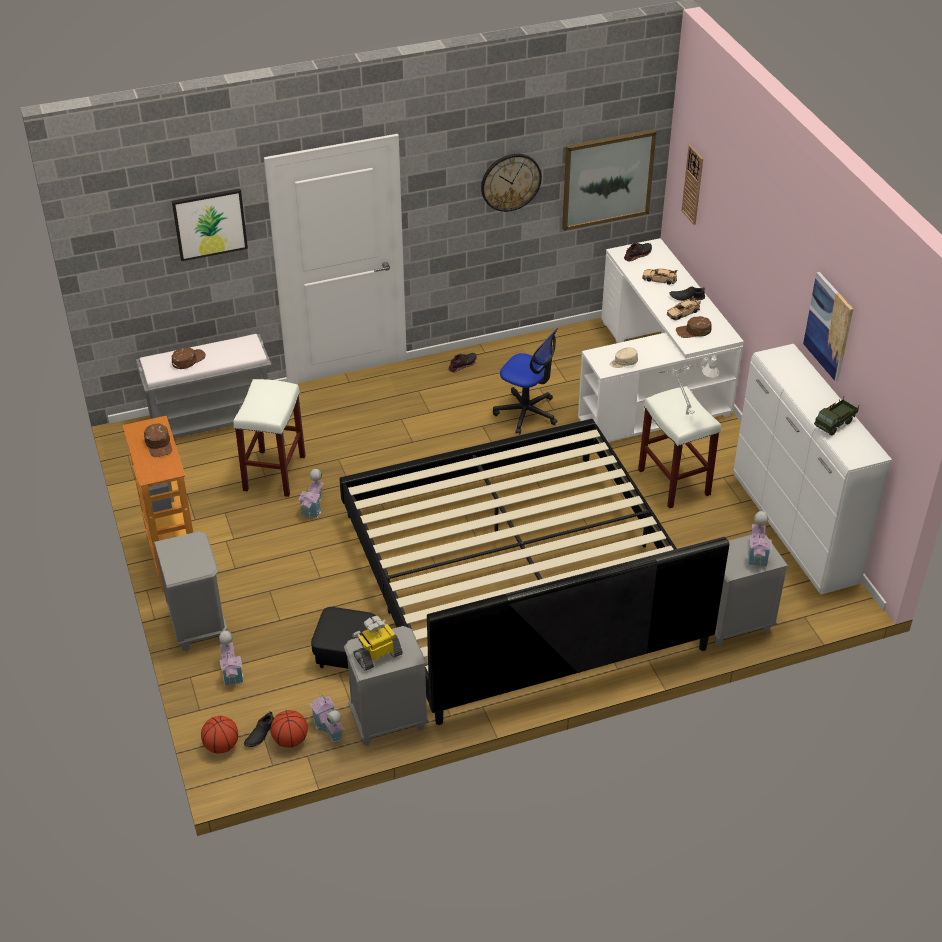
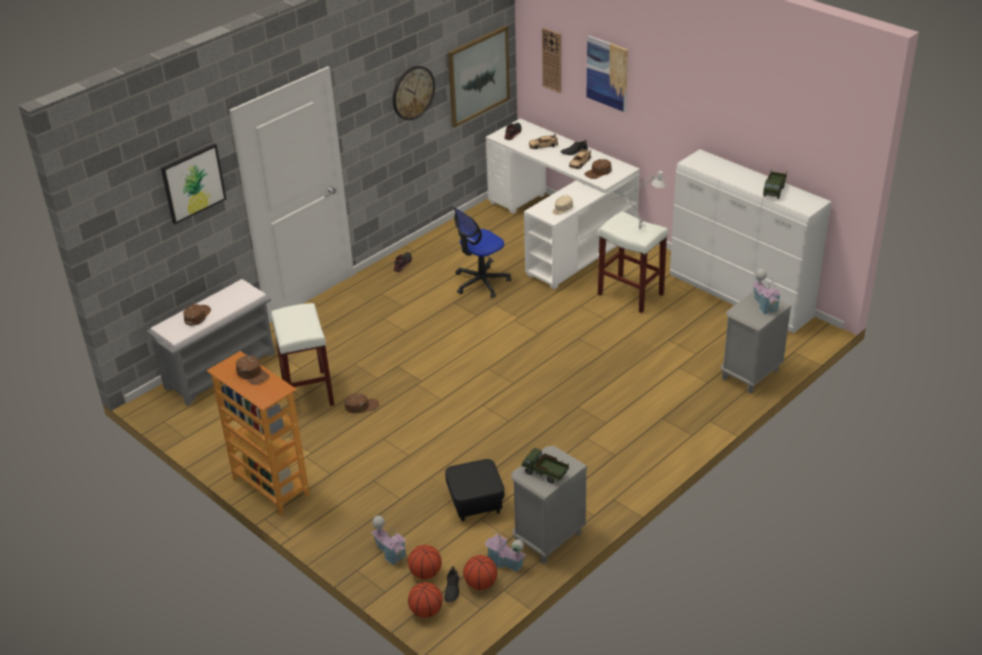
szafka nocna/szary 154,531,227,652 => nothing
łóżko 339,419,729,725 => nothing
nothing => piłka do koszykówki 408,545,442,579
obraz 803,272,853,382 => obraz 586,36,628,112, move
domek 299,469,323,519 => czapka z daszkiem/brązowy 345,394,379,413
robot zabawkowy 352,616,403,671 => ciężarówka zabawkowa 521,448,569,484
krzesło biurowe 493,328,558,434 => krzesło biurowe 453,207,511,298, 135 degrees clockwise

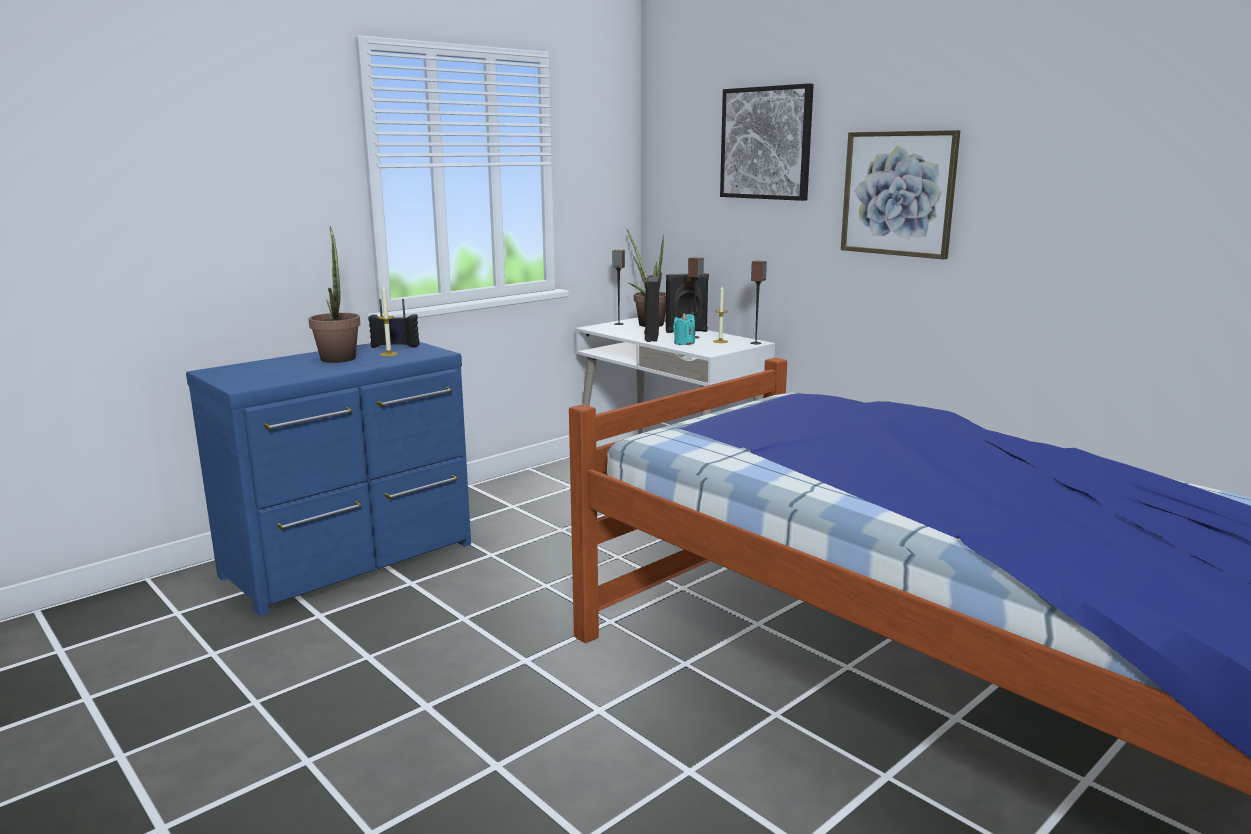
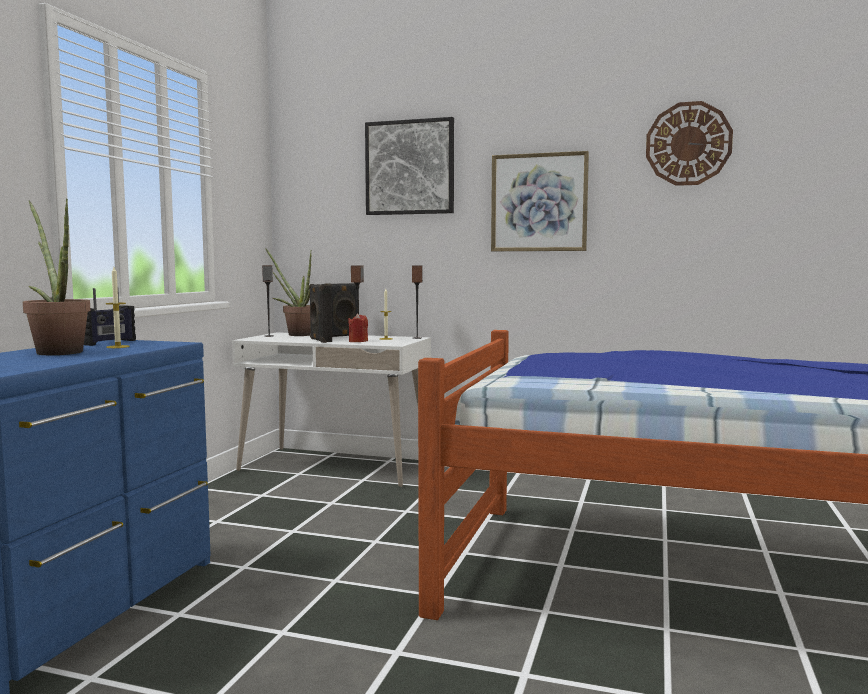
nothing => zegar ścienny 646,101,733,186
świeca/turkusowy 673,313,695,345 => świeca/czerwony 348,313,368,342
radio 368,299,419,348 => radio 84,288,136,346, 150 degrees clockwise

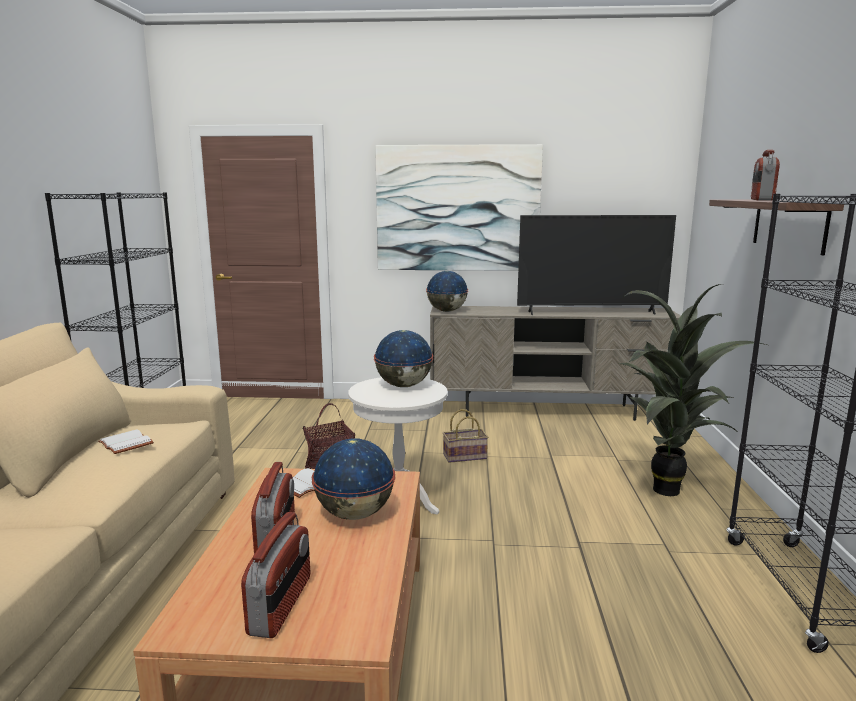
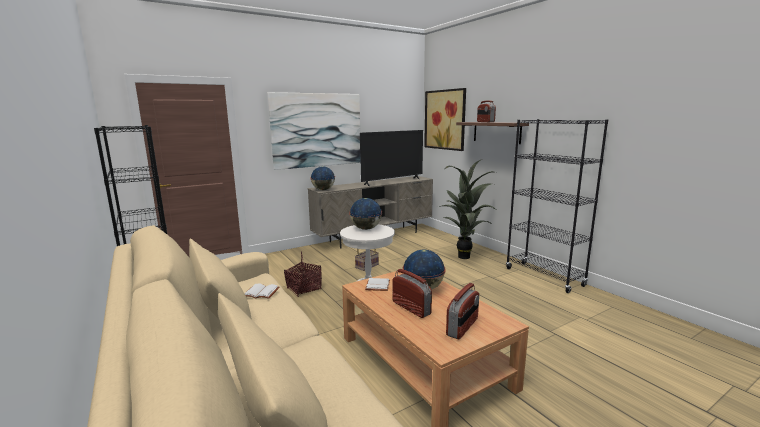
nothing => obraz 424,88,466,151
radio 241,512,310,638 => radio 446,283,479,339, 60 degrees clockwise

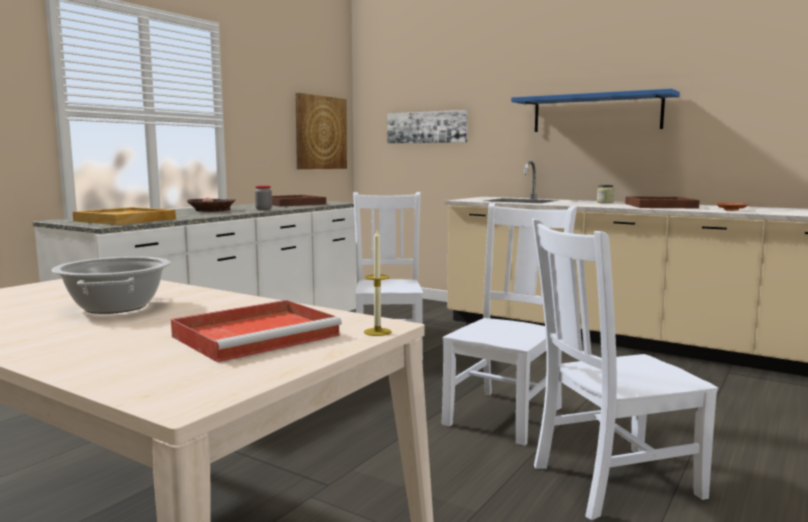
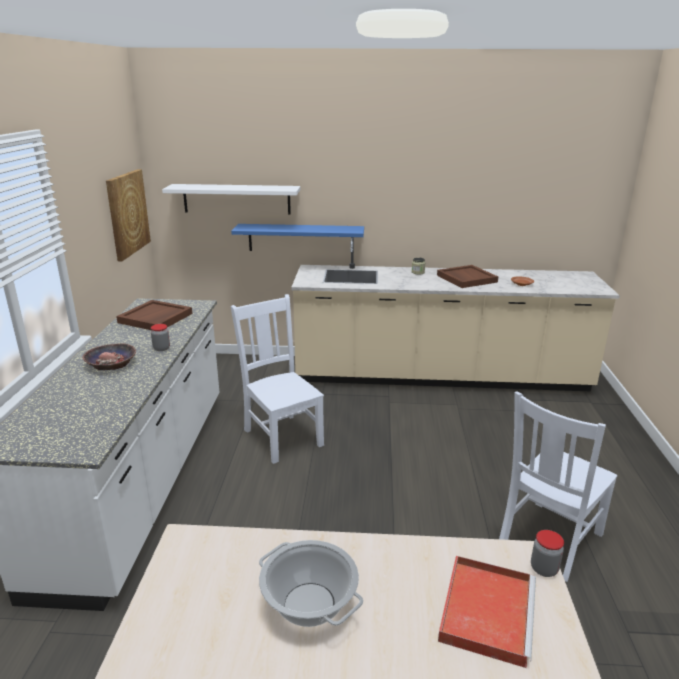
taca/beżowy 73,207,176,225 => nothing
krzesło/biały 442,203,577,446 => nothing
półka/niebieski 511,88,680,132 => półka/niebieski 231,224,364,251, move
świeca 364,230,391,336 => słoik 531,530,564,577
obraz 387,110,468,144 => półka/biały 162,184,300,214

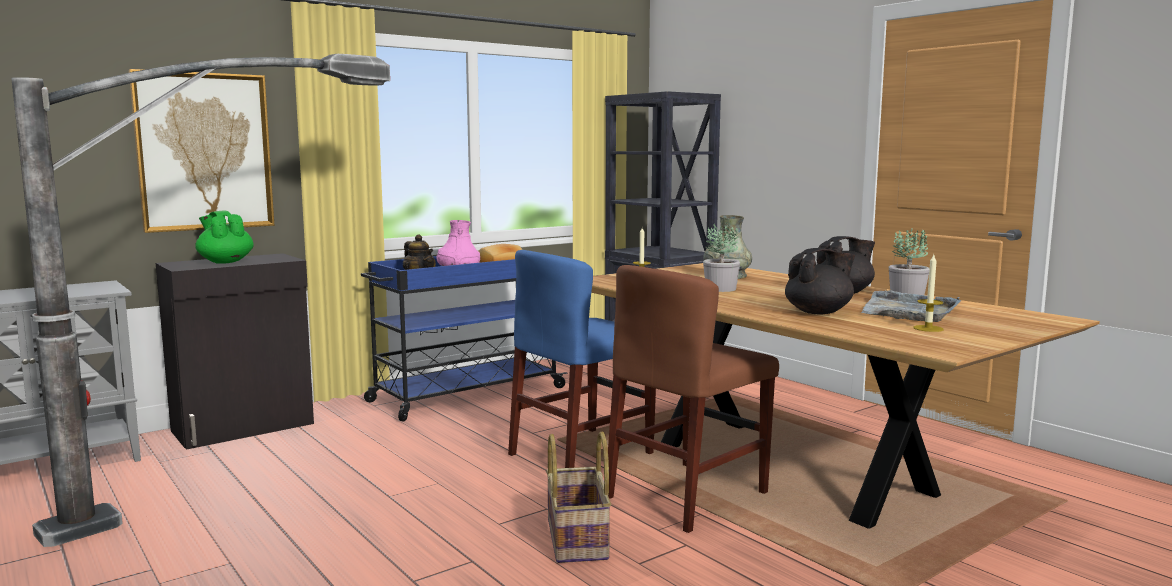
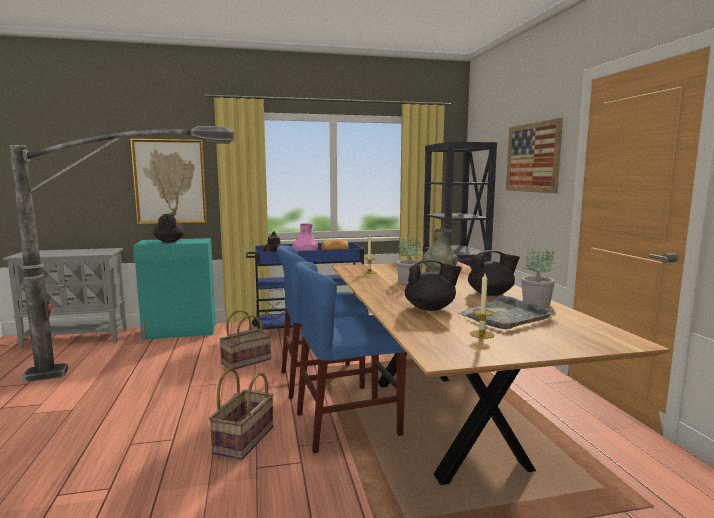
nothing => koszyk 219,310,271,370
nothing => obraz 506,118,563,193
szafka/czarny 156,253,314,450 => szafka/turkusowy 133,238,216,340
imbryk/zielony 195,210,254,264 => imbryk/czarny 154,214,185,242
krzesło/brązowy 608,265,779,533 => krzesło/niebieski 295,261,407,453

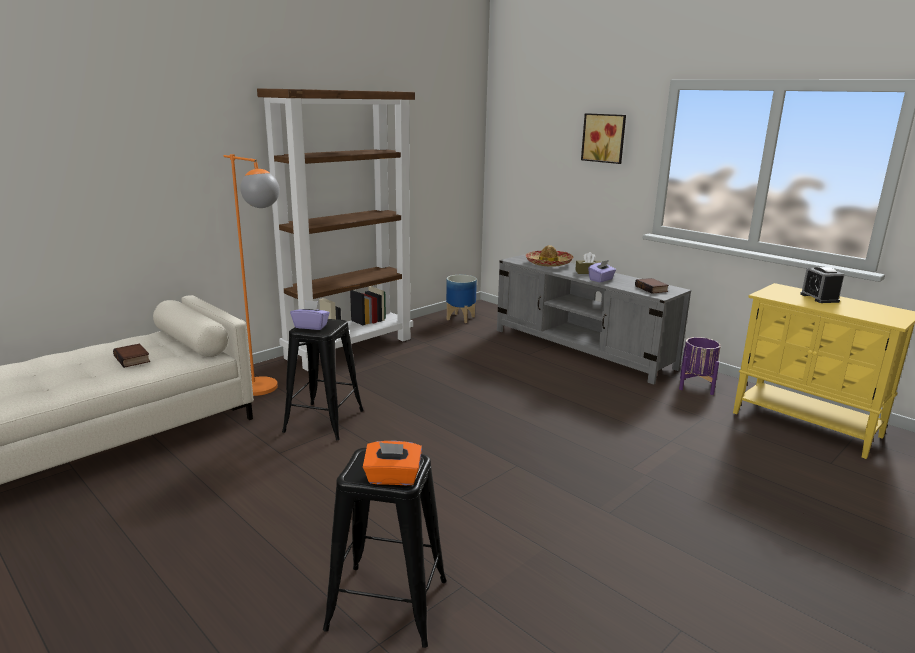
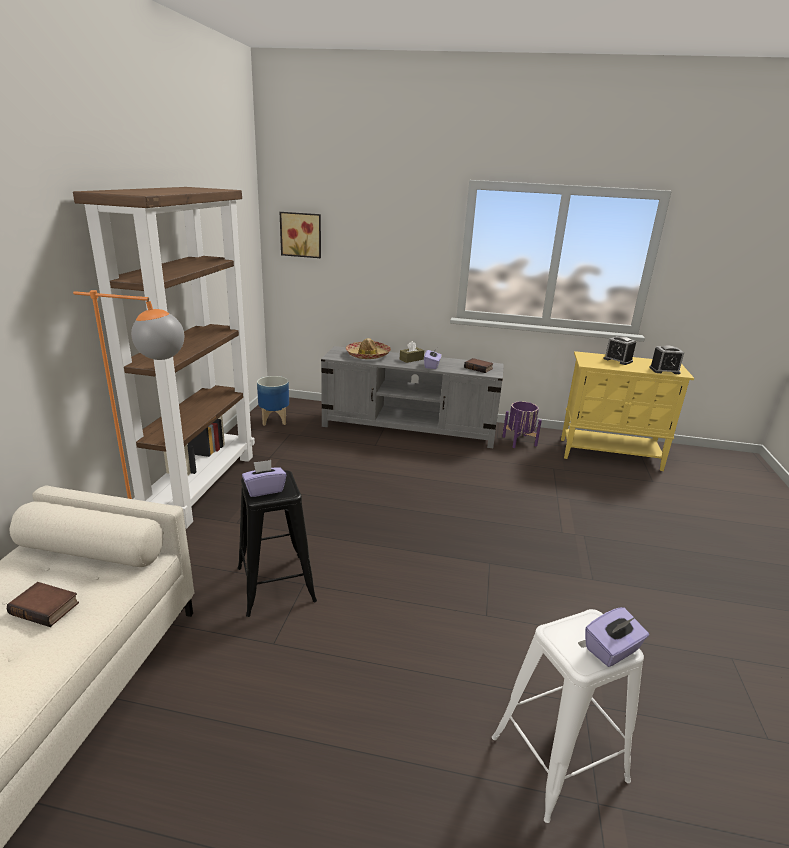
nothing => budzik 649,346,684,374
obraz 581,113,626,164 => obraz 280,212,321,258, move
stołek/czarny 323,448,447,648 => stołek/biały 492,609,644,823
pudełko chusteczek/pomarańczowy 363,441,422,485 => pudełko chusteczek/fioletowy 585,607,649,667

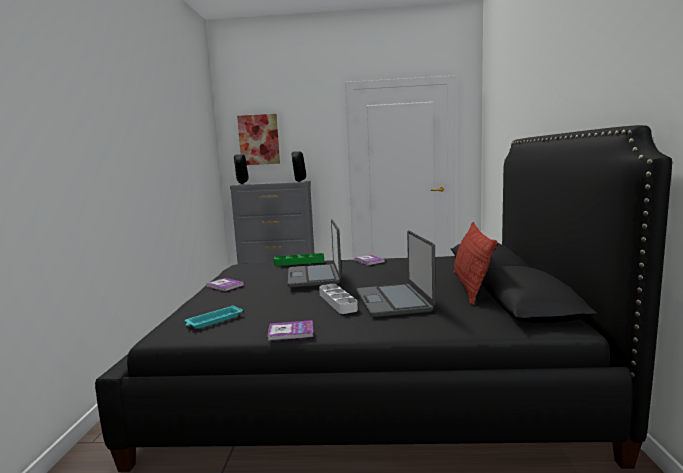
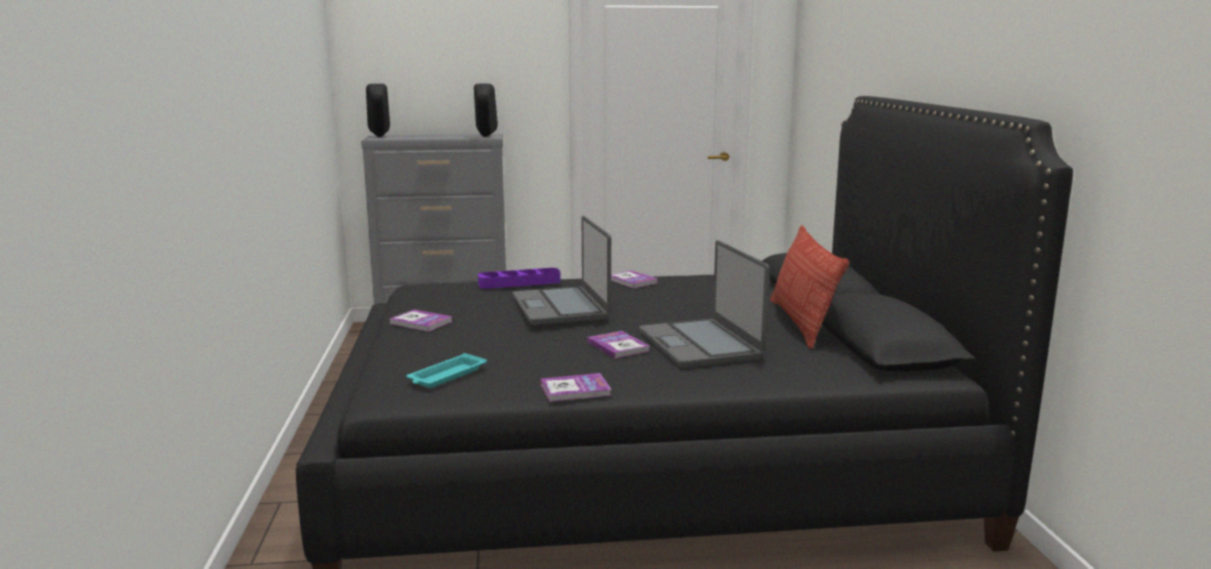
obraz 237,114,280,165 => nothing
taca/biały 319,284,358,314 => książka 587,331,650,359
taca/zielony 274,253,324,266 => taca/fioletowy 478,268,561,289

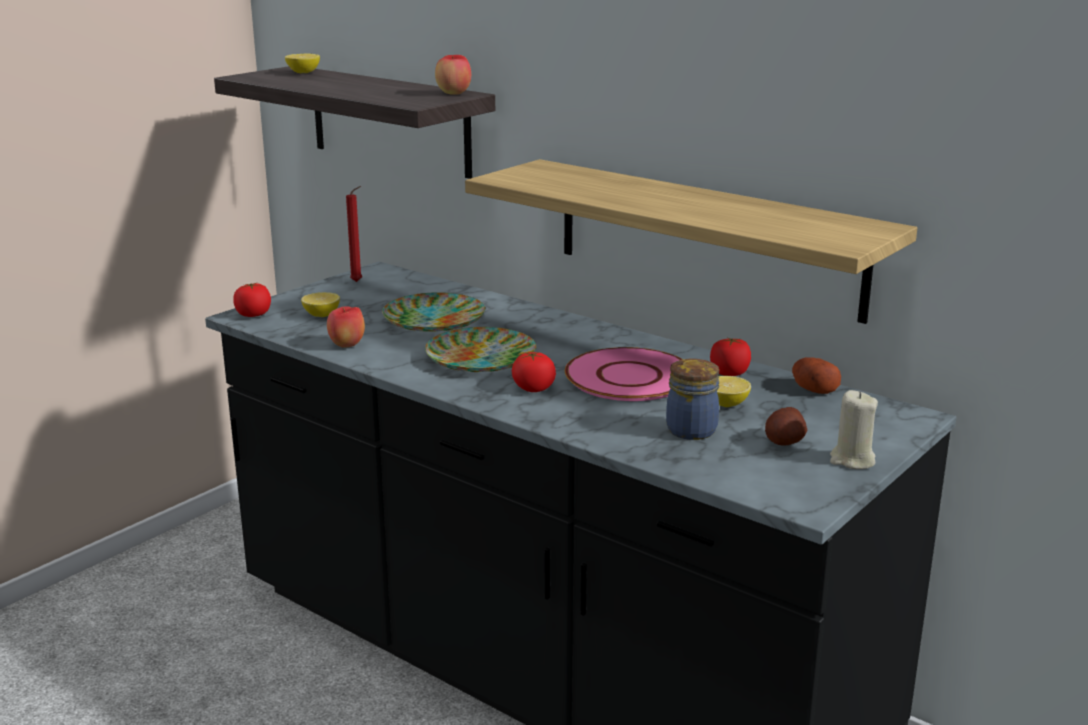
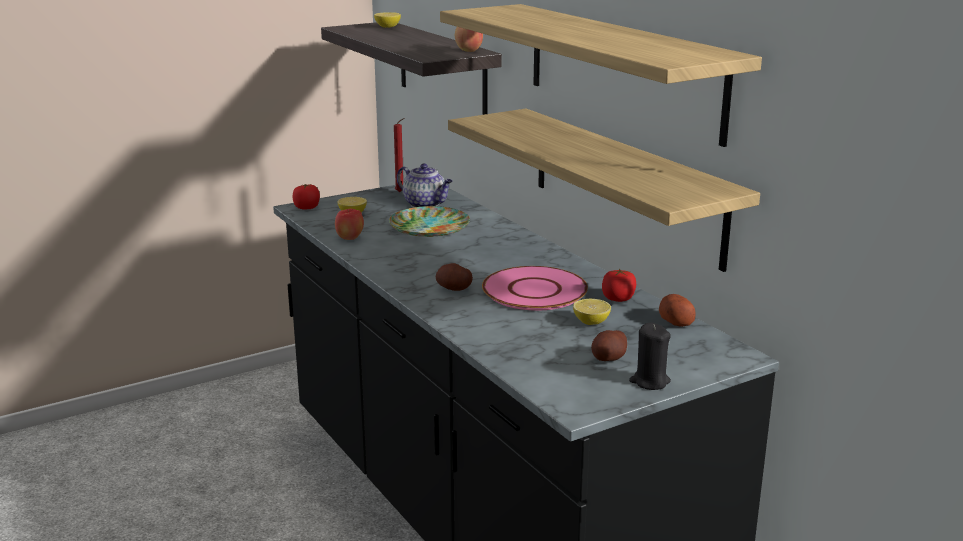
talerz 425,327,536,372 => nothing
słoik 666,359,719,440 => nothing
nothing => imbryk 397,163,452,207
nothing => półka 440,4,762,147
pomidor 512,352,556,392 => ziemniak 436,263,473,291
świeca/beżowy 830,390,878,469 => świeca/czarny 629,322,671,390

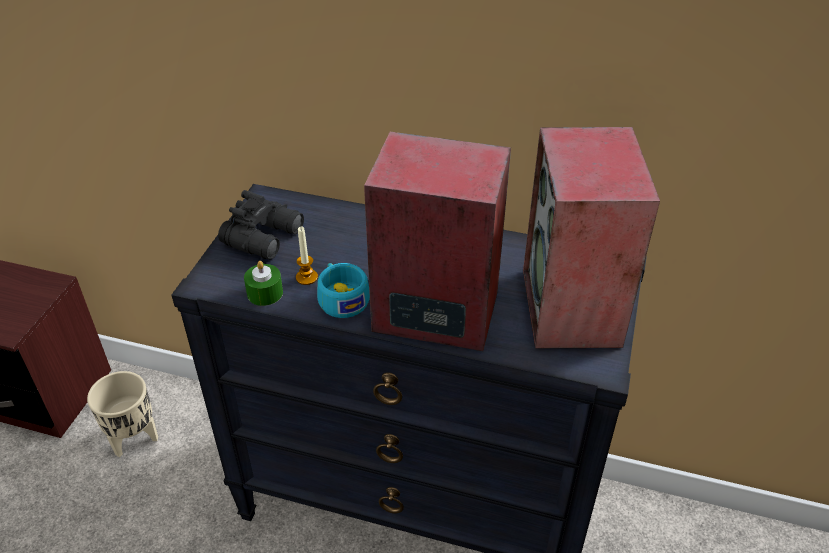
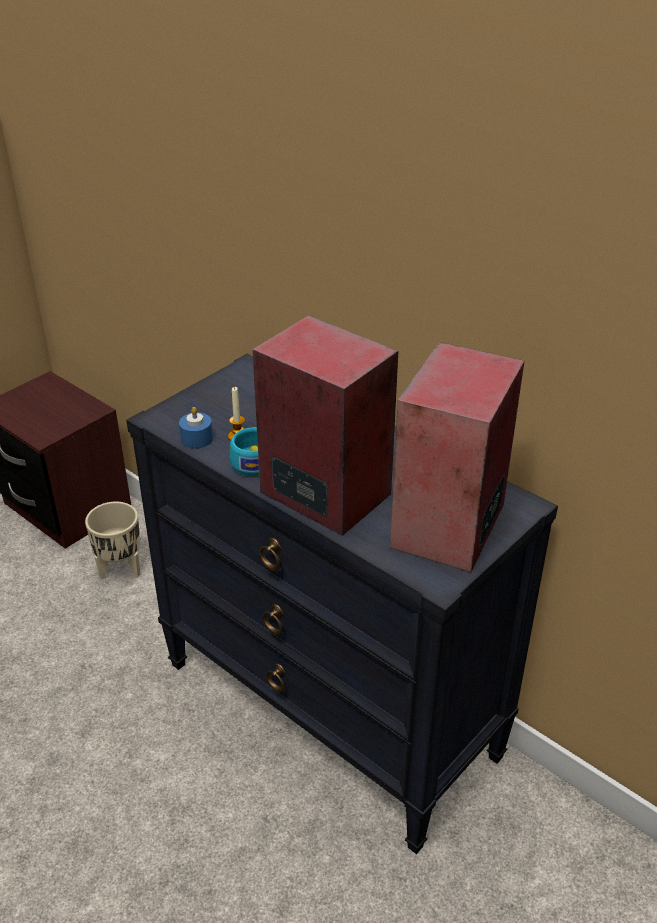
lornetka/czarny 218,190,304,260 => nothing
świeca/zielony 244,261,283,306 => świeca/niebieski 179,407,213,449

